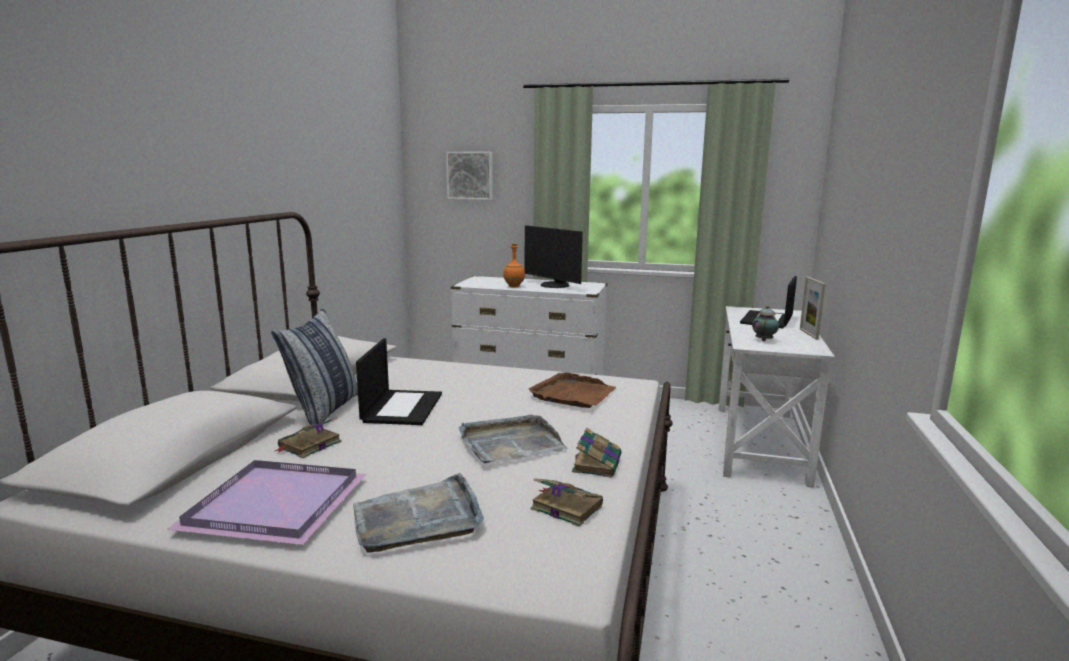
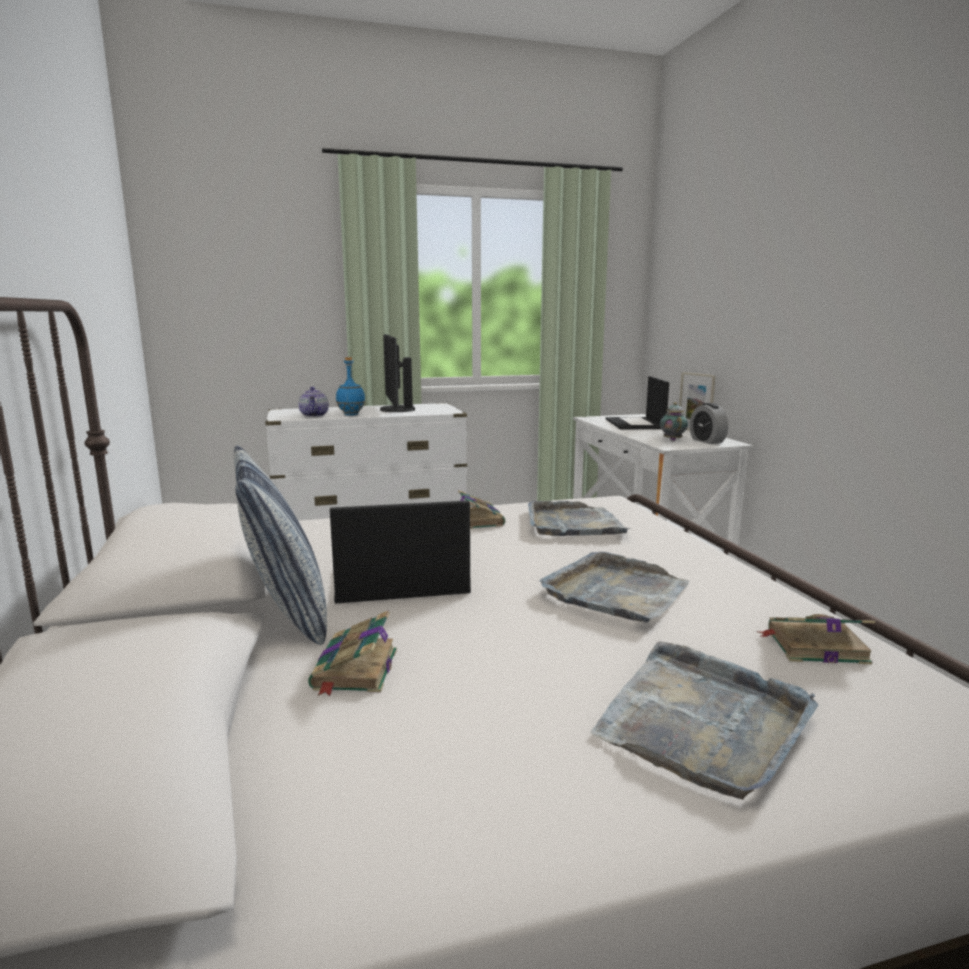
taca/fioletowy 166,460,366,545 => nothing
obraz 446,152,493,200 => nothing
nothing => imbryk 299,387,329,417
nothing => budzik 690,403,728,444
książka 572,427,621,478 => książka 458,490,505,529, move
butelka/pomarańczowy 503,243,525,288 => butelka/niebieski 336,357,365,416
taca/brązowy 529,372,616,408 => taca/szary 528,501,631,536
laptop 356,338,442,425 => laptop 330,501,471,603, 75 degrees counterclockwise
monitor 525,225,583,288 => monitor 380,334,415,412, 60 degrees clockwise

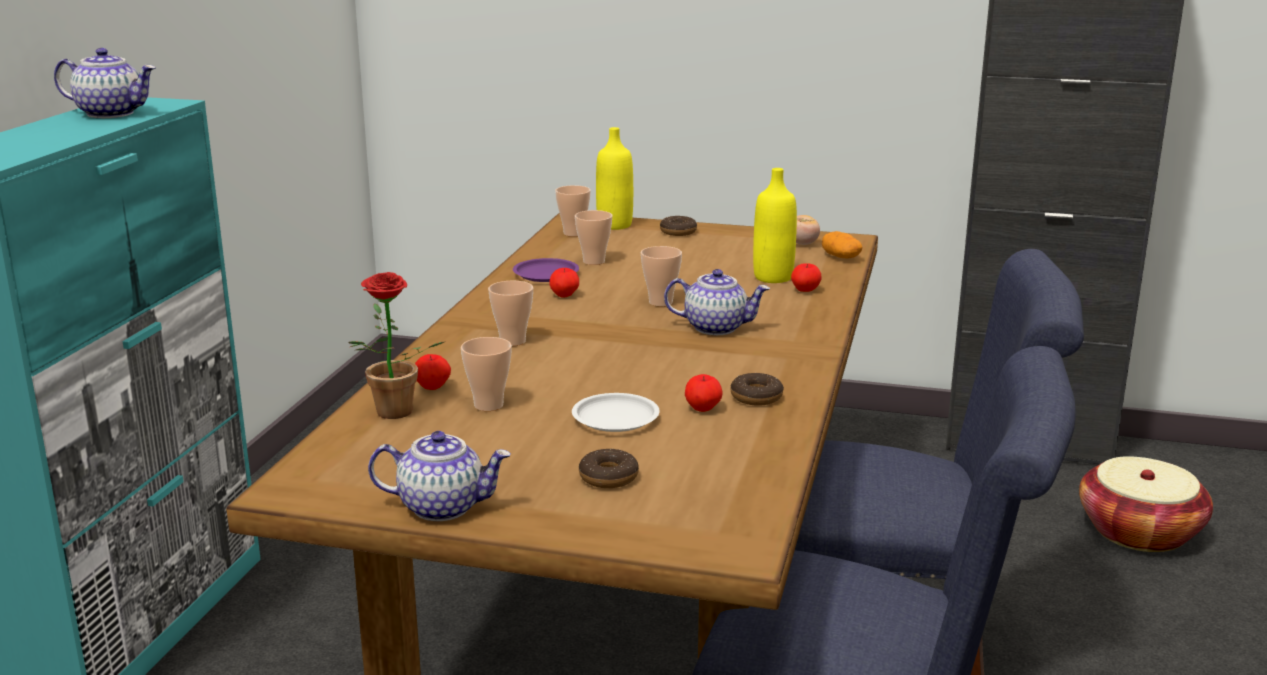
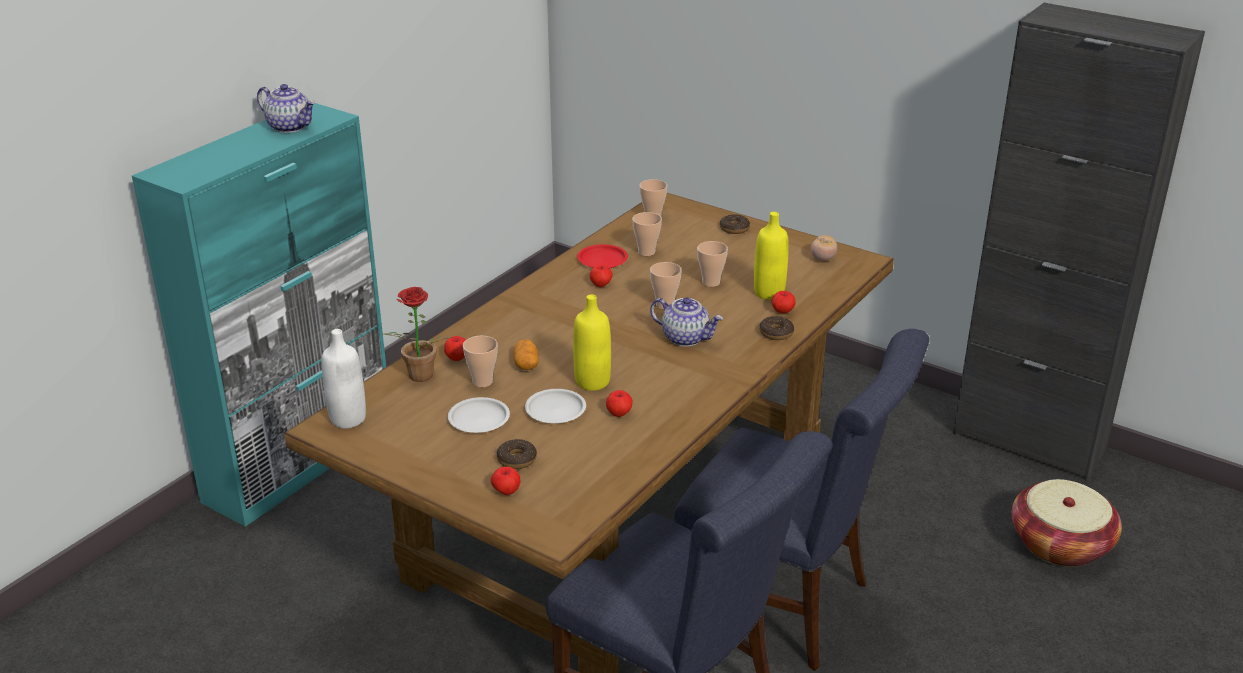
imbryk 368,431,511,521 => nothing
nothing => butelka/biały 321,329,366,429
nothing => talerz/biały 448,397,510,433
nothing => jabłko 491,467,521,495
filiżanka 488,280,533,346 => filiżanka 697,241,728,287, move
butelka/żółty 596,127,633,230 => butelka/żółty 573,294,611,391, move
donut 731,373,784,406 => donut 759,316,794,340, move
ziemniak 822,231,862,259 => ziemniak 514,339,539,370, move
talerz/fioletowy 513,258,579,282 => talerz/czerwony 577,244,628,268

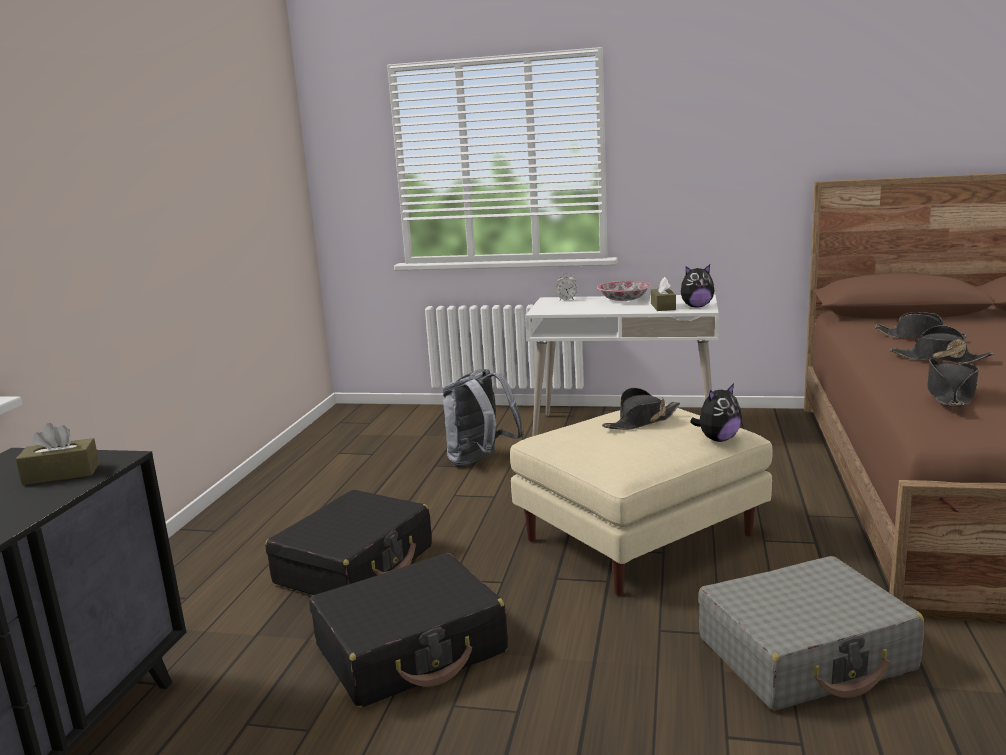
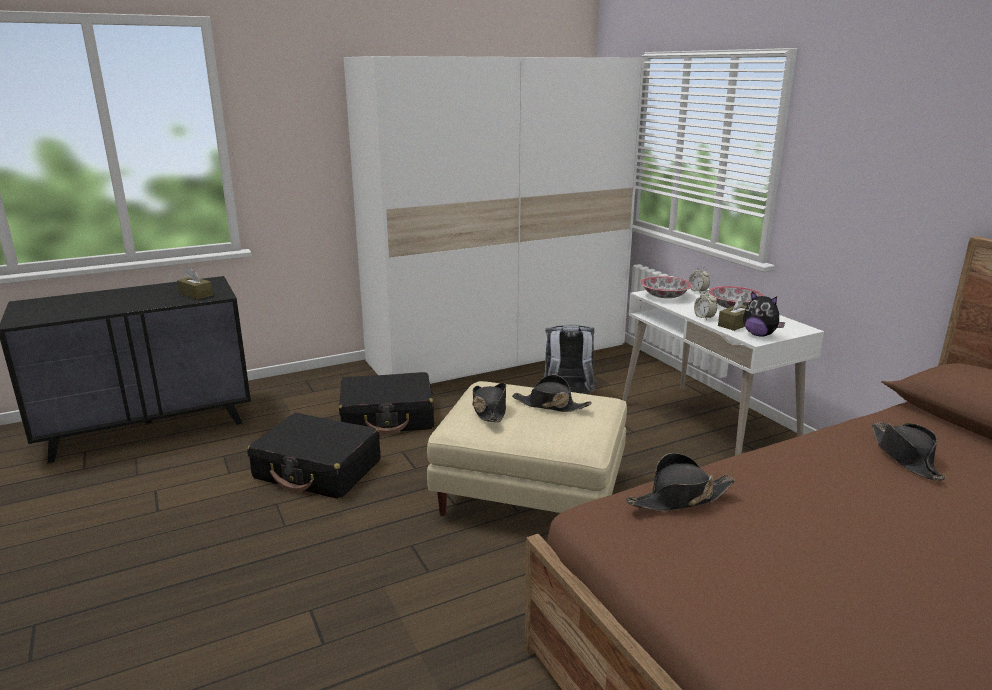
pluszak 690,383,742,442 => nothing
walizka/szary 698,556,924,710 => nothing
nothing => szafa/biały 344,56,645,384
nothing => miska 640,276,692,298
nothing => budzik 694,290,717,320
kapelusz/czarny 890,325,993,363 => kapelusz/czarny 472,383,506,422, move

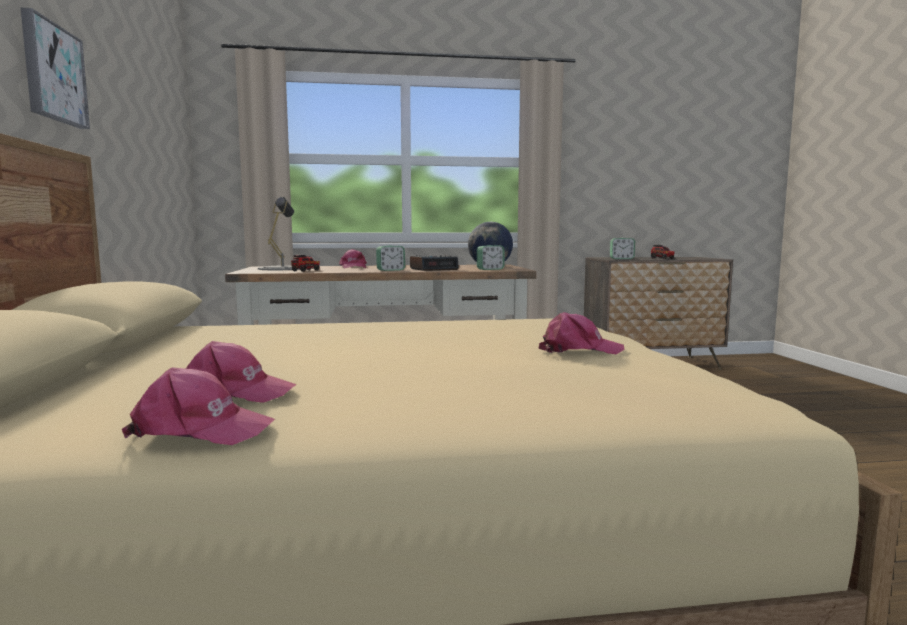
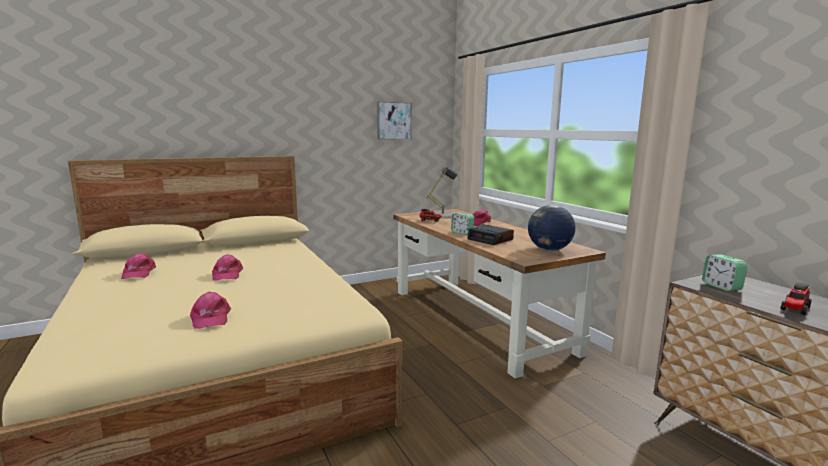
budzik 477,245,505,270 => nothing
obraz 21,8,90,129 => obraz 377,102,412,139, move
czapka z daszkiem/różowy 122,367,275,445 => czapka z daszkiem/różowy 212,254,243,281, move

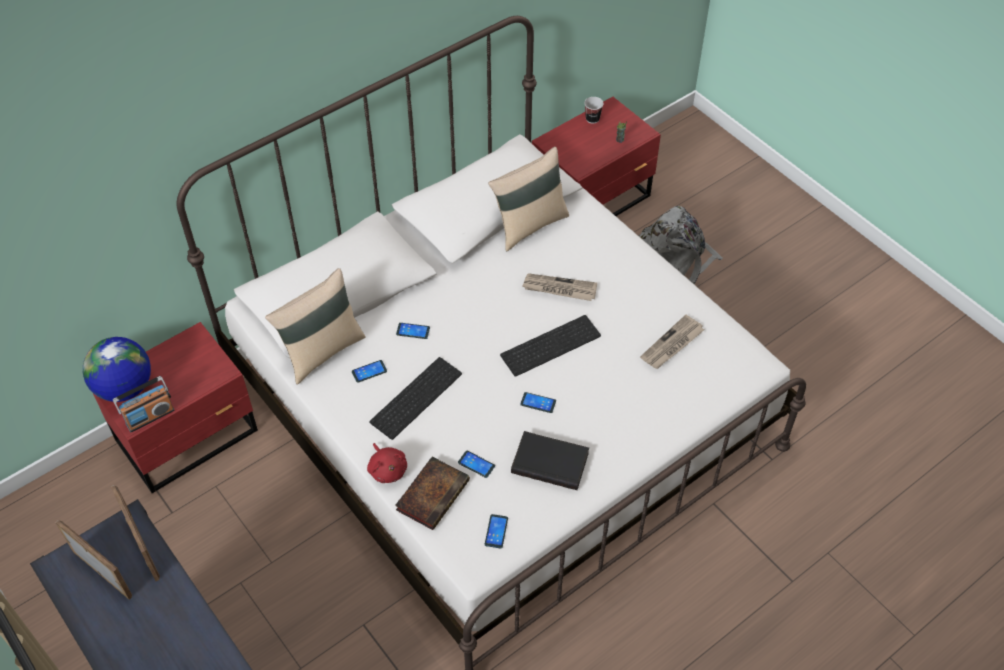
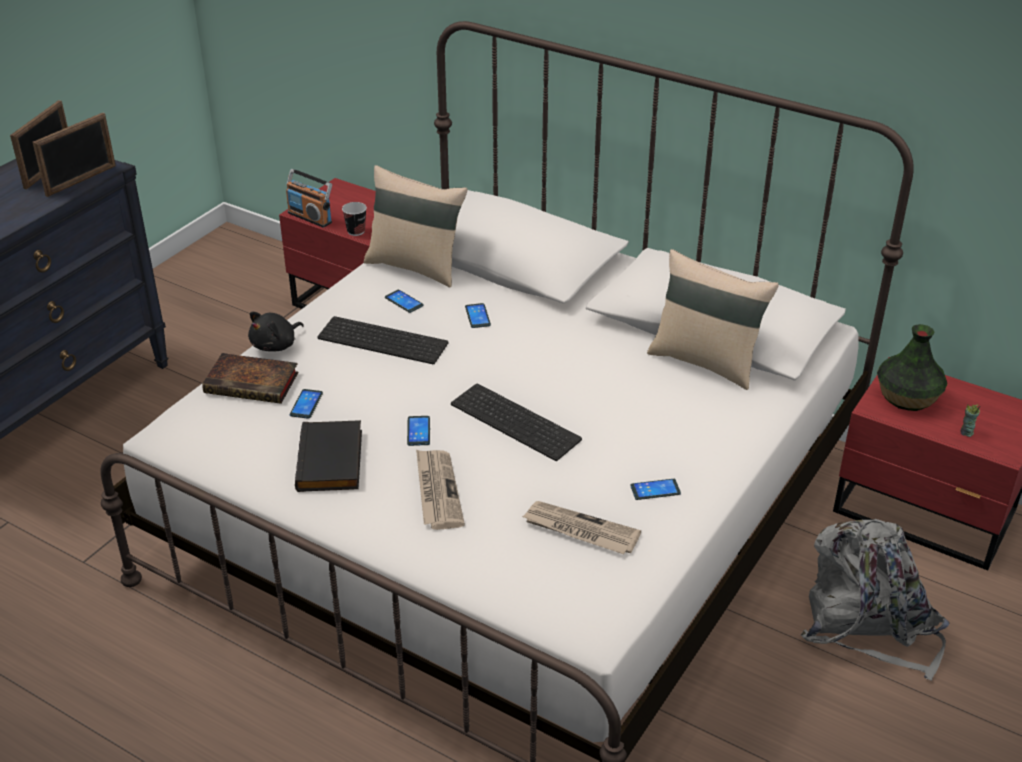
globus 83,337,151,402 => nothing
nothing => wazon 877,324,948,411
telefon 485,514,508,549 => telefon 630,479,681,500, move
gazeta 522,273,597,301 => gazeta 416,449,465,530, move
filiżanka 584,97,604,124 => filiżanka 342,202,367,236, move
pluszak/czerwony 367,443,407,483 => pluszak/czarny 248,312,304,352

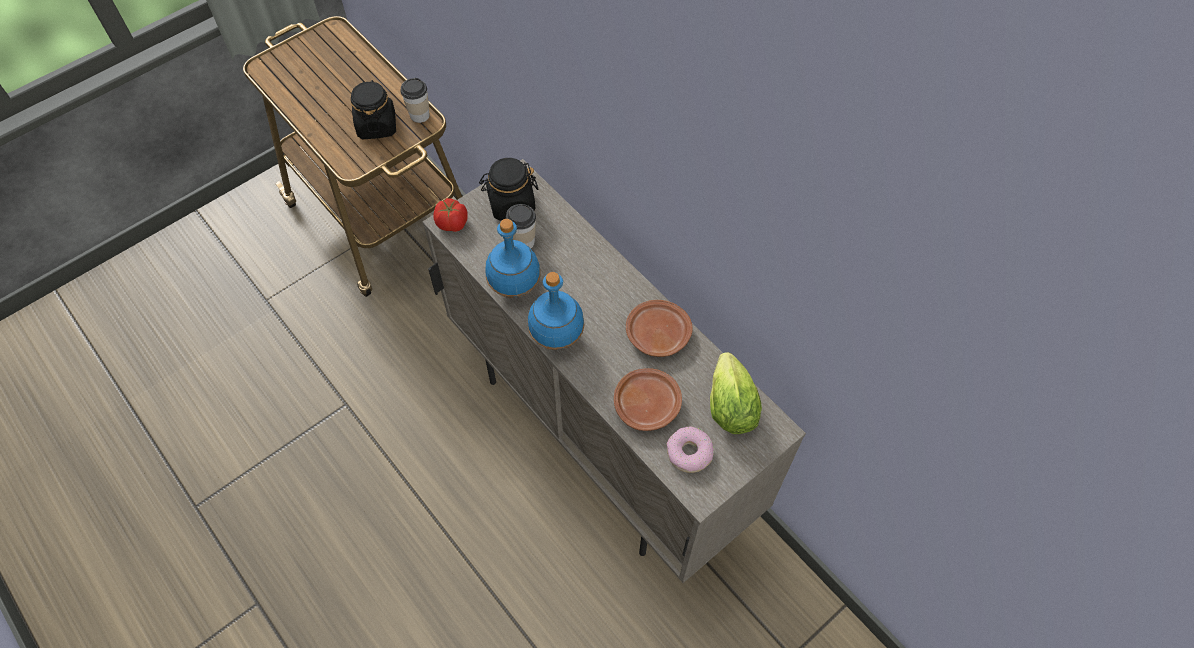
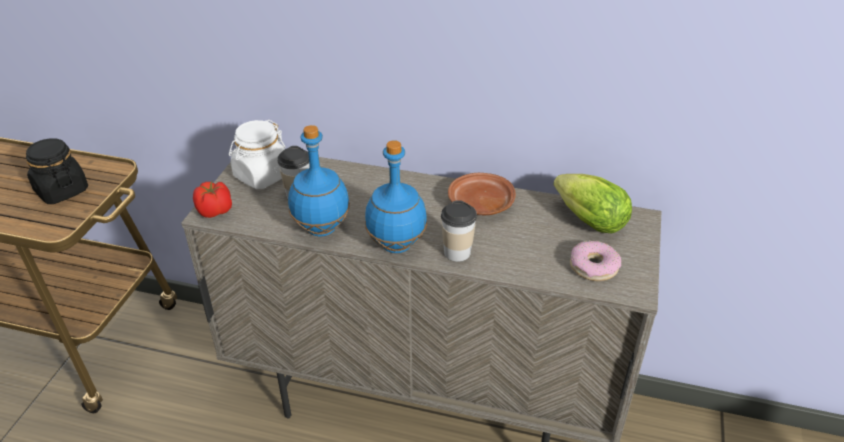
talerz/brązowy 614,368,682,431 => nothing
filiżanka 401,78,430,123 => filiżanka 441,200,477,262, move
słoik/czarny 479,158,538,221 => słoik/biały 229,120,286,189

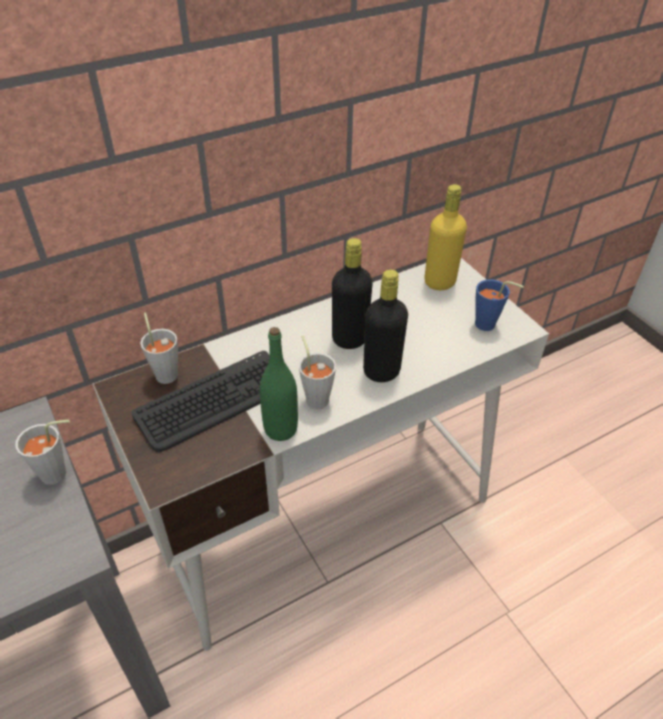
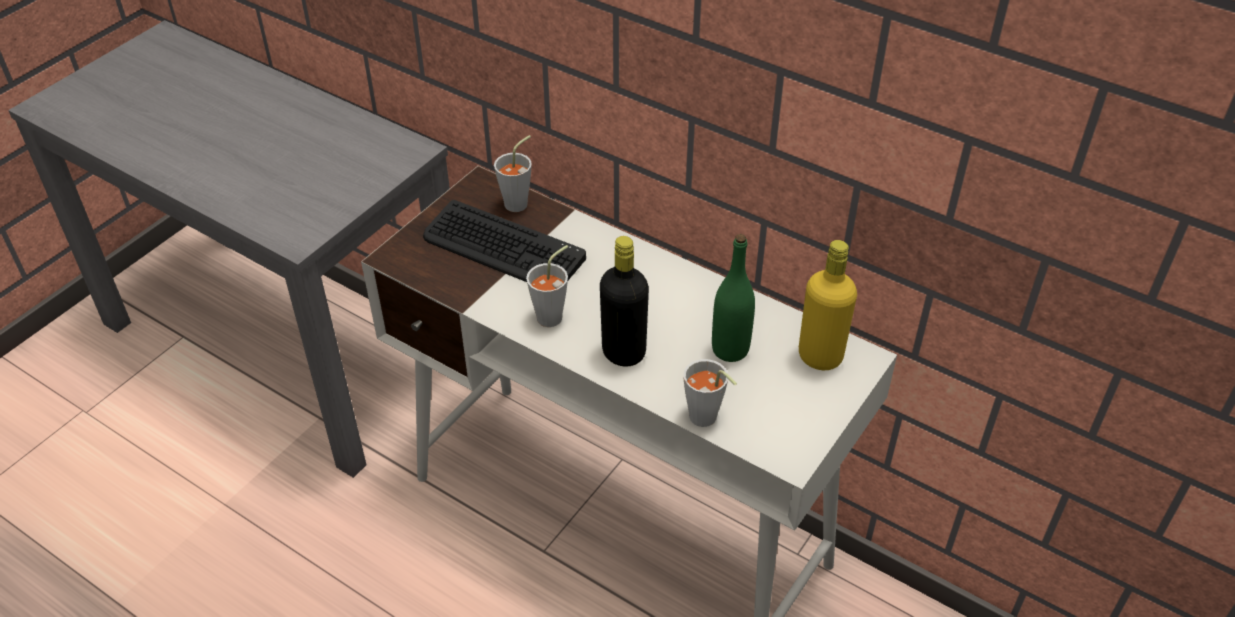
butelka/czarny 332,238,373,349 => nothing
filiżanka/niebieski 475,279,524,331 => nothing
filiżanka/szary 15,420,70,485 => filiżanka/szary 683,359,737,427, move
butelka/zielony 260,327,298,441 => butelka/zielony 712,234,755,362, move

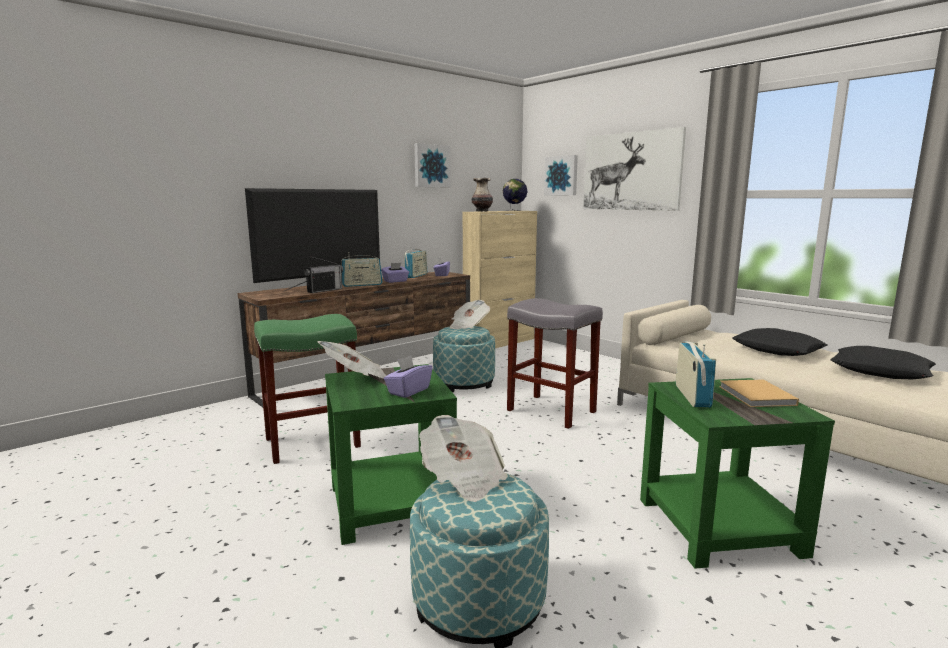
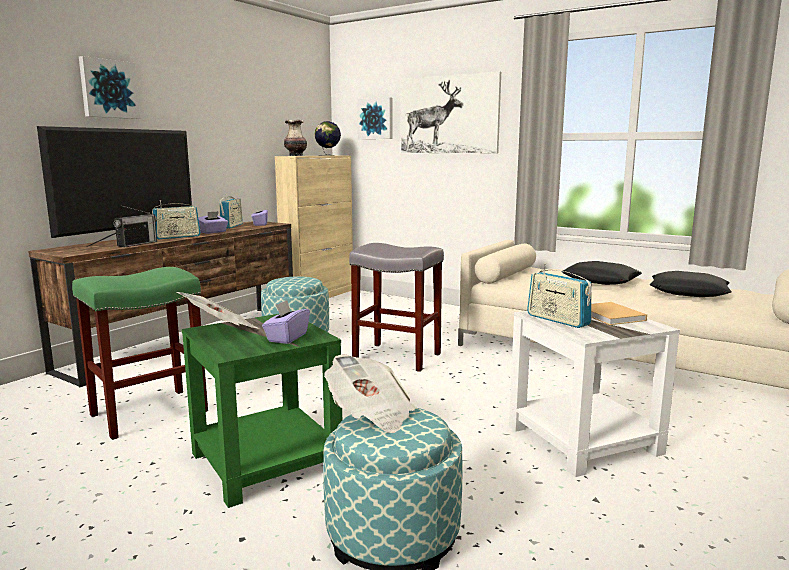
gazeta 450,300,490,329 => nothing
obraz 414,143,451,187 => obraz 79,56,140,119, move
stolik/zielony 640,378,835,569 => stolik/biały 509,302,680,477
radio 676,342,716,408 => radio 527,263,592,328, 150 degrees clockwise

